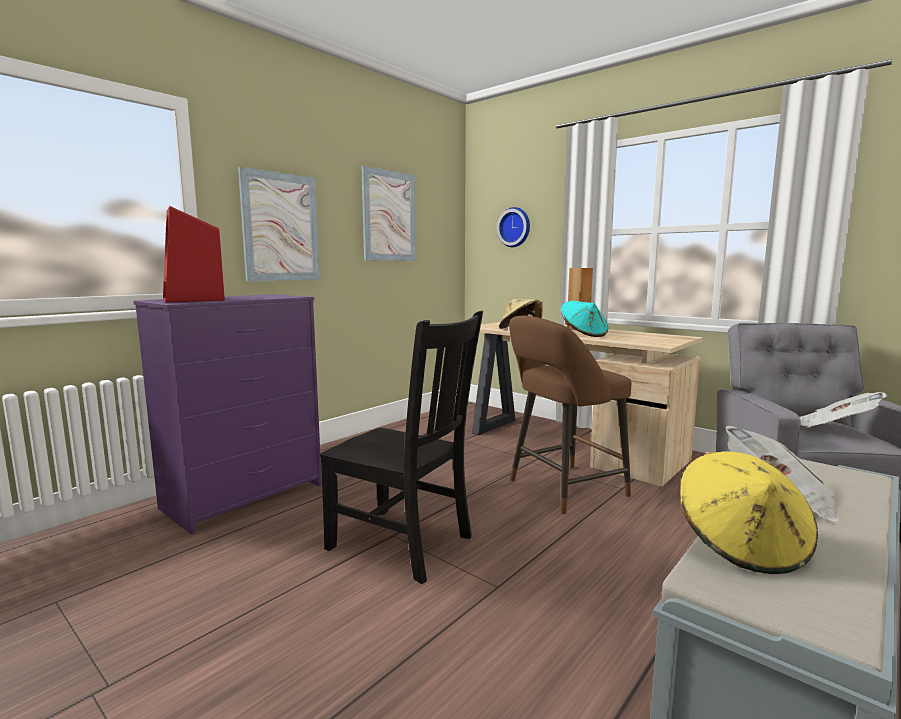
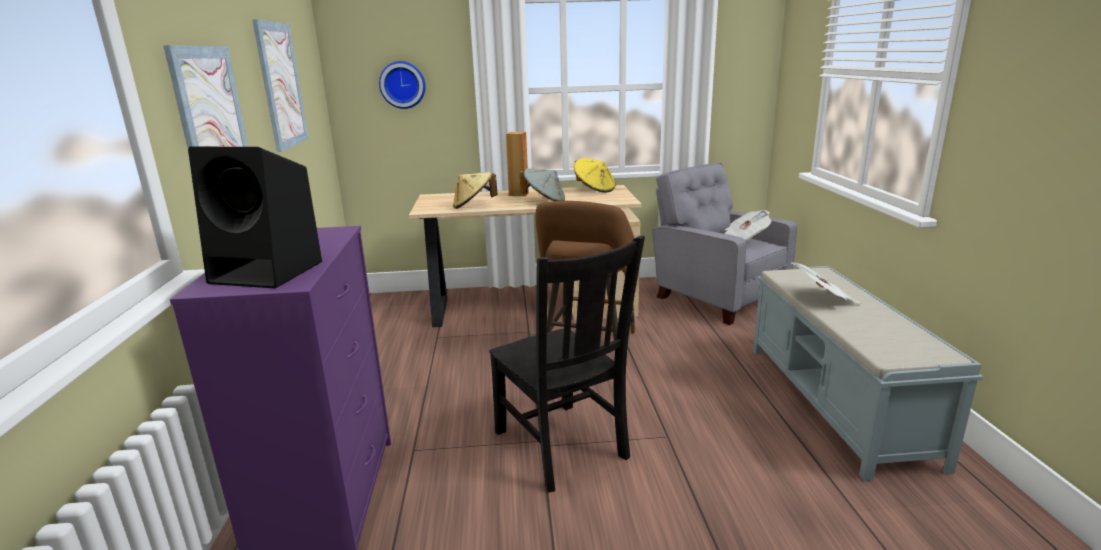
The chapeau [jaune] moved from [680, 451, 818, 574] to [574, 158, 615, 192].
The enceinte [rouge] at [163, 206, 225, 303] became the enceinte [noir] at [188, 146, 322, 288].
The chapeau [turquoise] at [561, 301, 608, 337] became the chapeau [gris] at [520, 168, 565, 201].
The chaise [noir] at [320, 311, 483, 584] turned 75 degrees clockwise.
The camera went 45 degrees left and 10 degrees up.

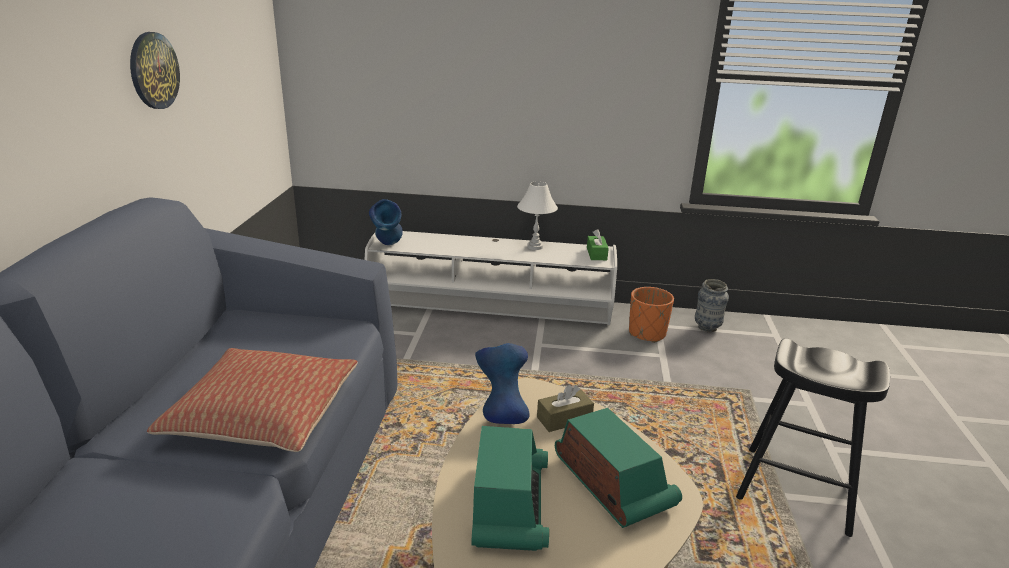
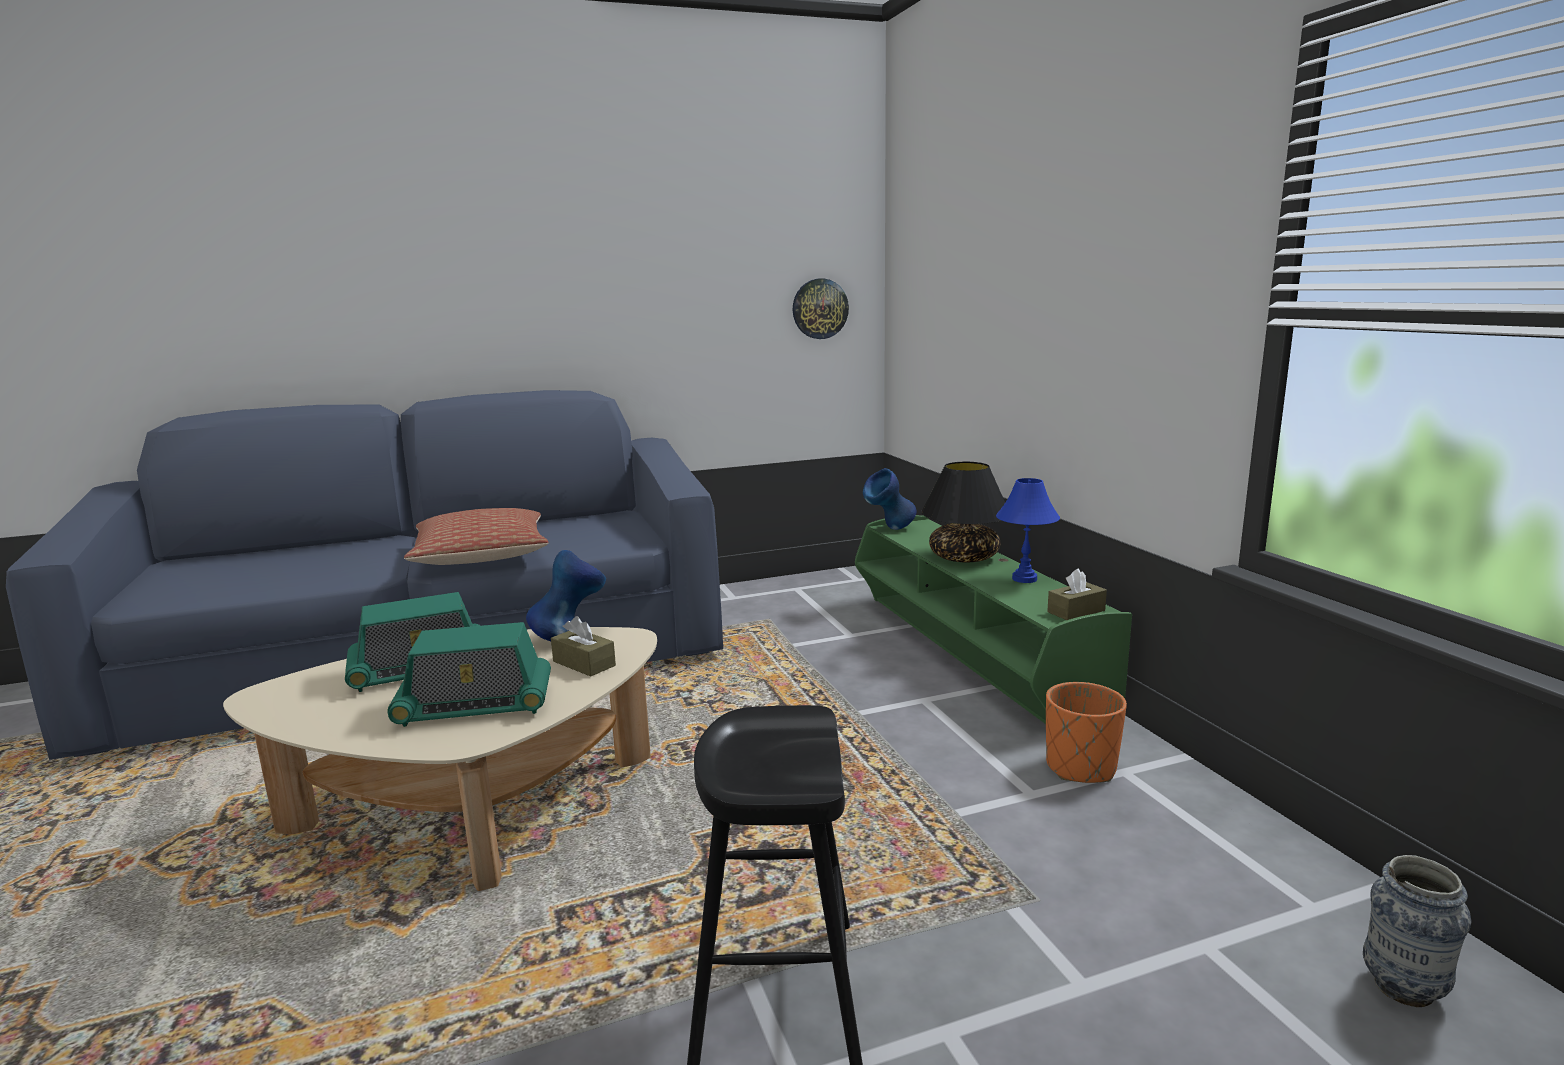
The lampe de table [noir] at [921, 462, 1005, 562] appeared.
The horloge murale moved from [130, 32, 180, 109] to [793, 278, 849, 339].
The vase moved from [695, 279, 729, 332] to [1363, 855, 1472, 1007].
The meuble télé [blanc] at [365, 231, 617, 325] became the meuble télé [vert] at [855, 515, 1132, 724].
The lampe de table [blanc] at [517, 181, 558, 250] became the lampe de table [bleu] at [996, 478, 1060, 583].
The boîte à mouchoirs [vert] at [587, 229, 609, 260] became the boîte à mouchoirs [marron] at [1047, 569, 1107, 620].
The radio at [555, 408, 682, 528] turned 45 degrees clockwise.
The camera went 65 degrees right and 10 degrees down.

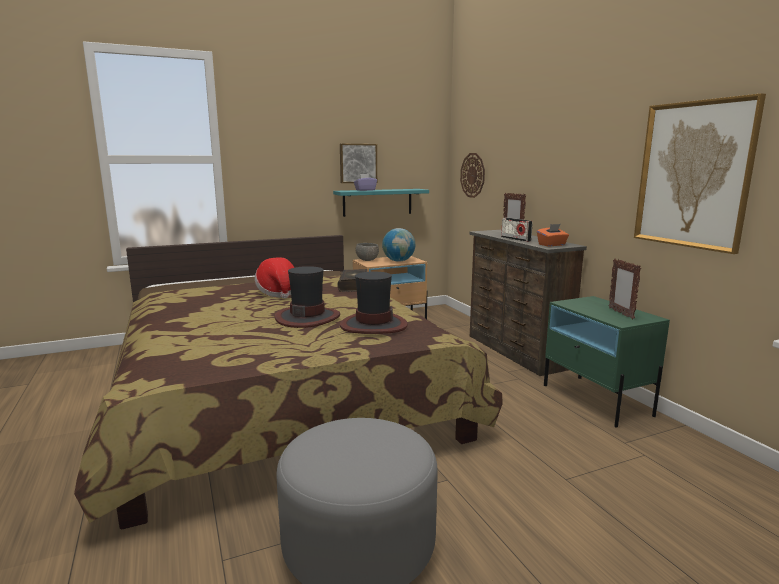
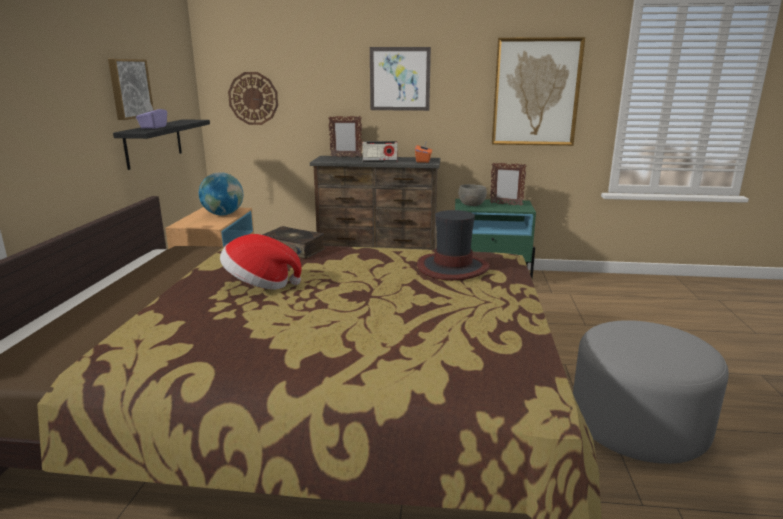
The chapeau at [275, 266, 340, 328] disappeared.
The tableau at [370, 47, 431, 111] appeared.
The bol [gris] moved from [355, 243, 379, 261] to [458, 184, 487, 206].
The étagère [turquoise] at [333, 189, 429, 217] became the étagère [noir] at [113, 120, 210, 170].
The camera went 60 degrees left and 5 degrees up.

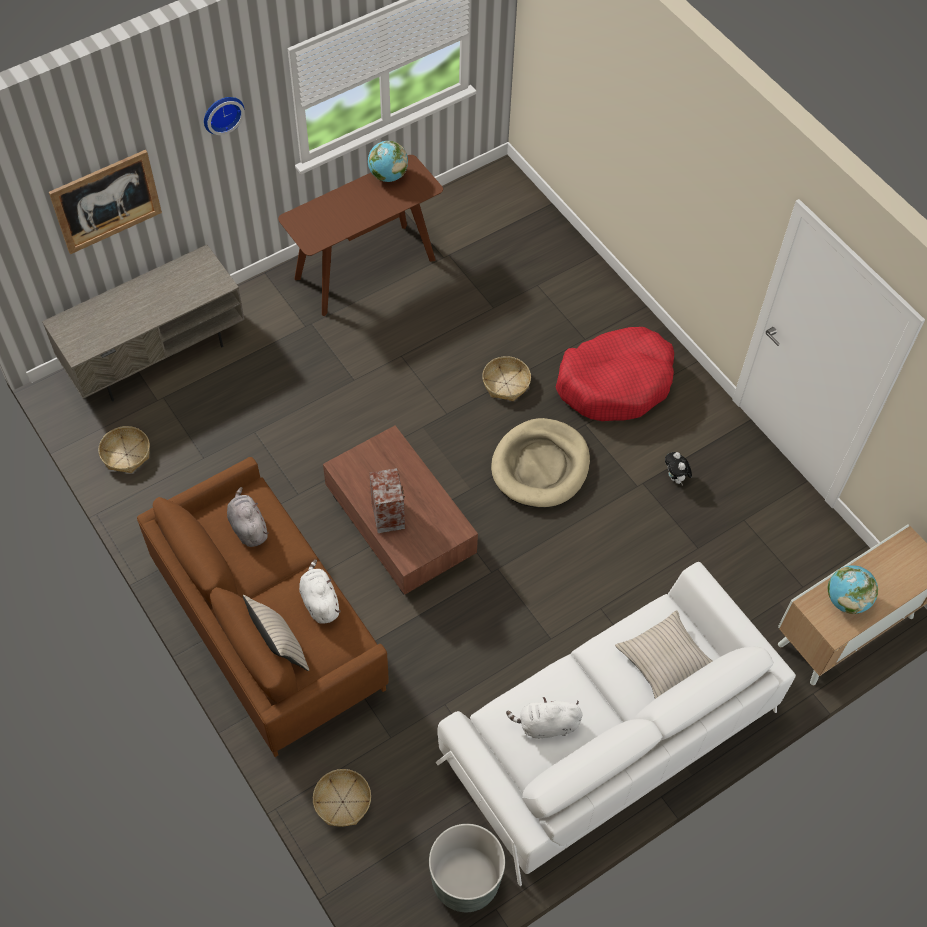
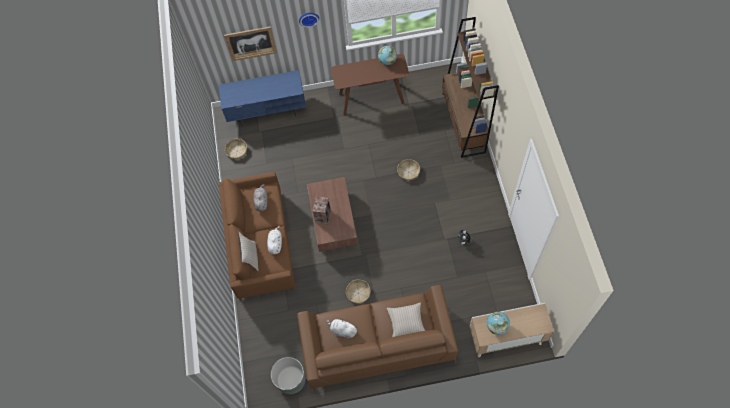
The panier pour chien [beige] at [491, 418, 590, 508] disappeared.
The panier pour chien [rouge] at [556, 327, 674, 421] disappeared.
The bibliothèque [marron] at [442, 17, 499, 158] appeared.
The panier moved from [313, 769, 371, 827] to [346, 279, 371, 304].
The meuble télé [gris] at [42, 245, 245, 401] became the meuble télé [bleu] at [219, 70, 306, 126].
The canapé [blanc] at [436, 562, 796, 886] became the canapé [marron] at [297, 285, 458, 392].
The camera went 30 degrees right and 5 degrees up.

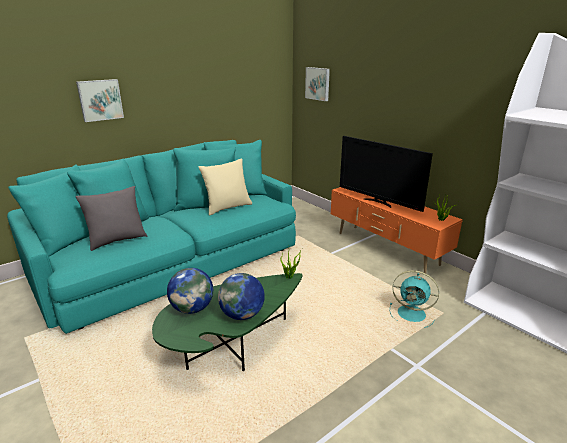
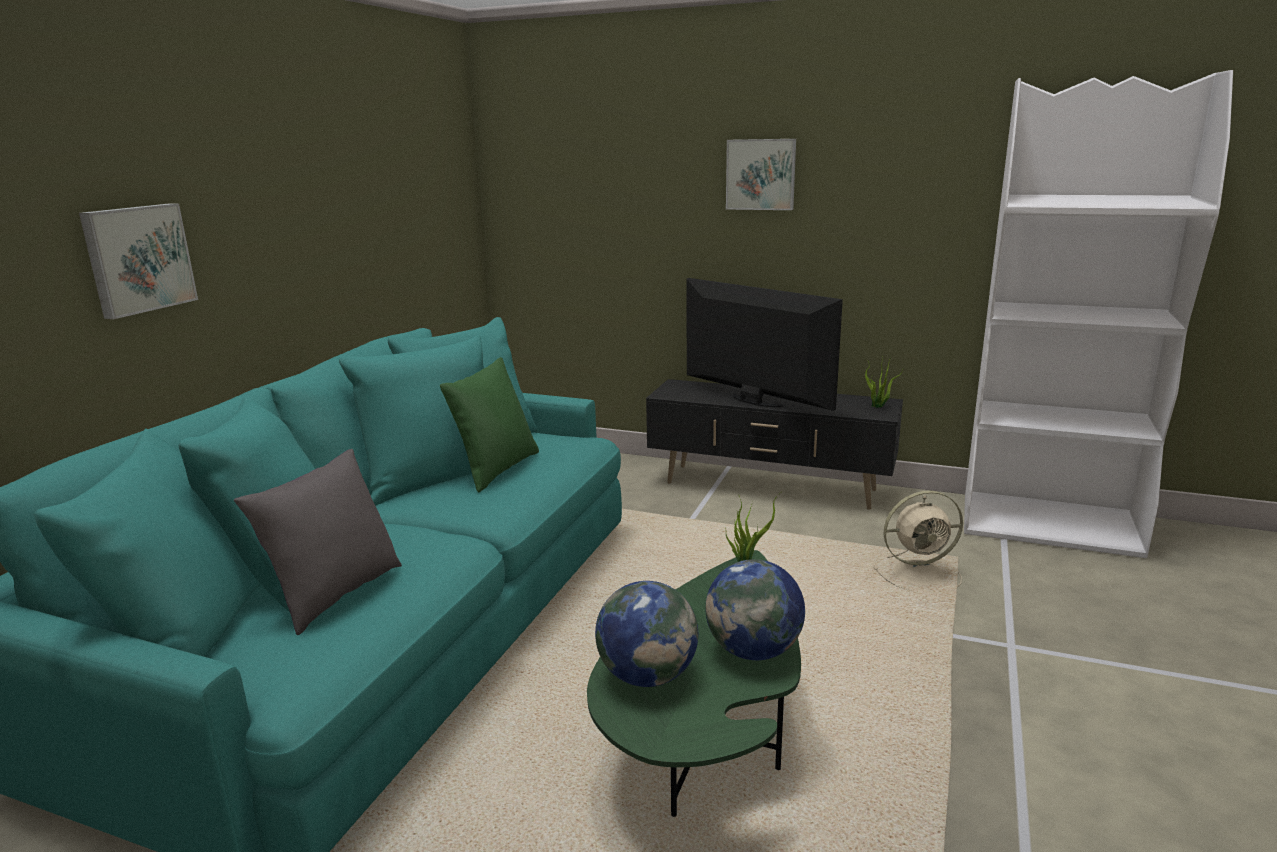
The tableau moved from [305, 67, 330, 101] to [726, 139, 796, 210].
The coussin [beige] at [199, 158, 252, 216] became the coussin [vert] at [440, 357, 539, 492].
The meuble télé [orange] at [331, 187, 463, 274] became the meuble télé [noir] at [646, 379, 903, 510].
The ventilateur [turquoise] at [390, 270, 439, 328] became the ventilateur [beige] at [873, 491, 963, 591].
The téléviseur at [340, 136, 433, 212] turned 150 degrees counterclockwise.
The camera went 30 degrees left and 5 degrees down.

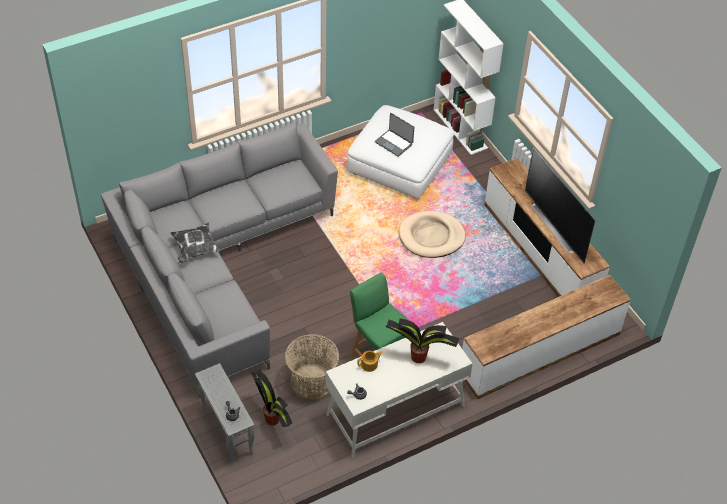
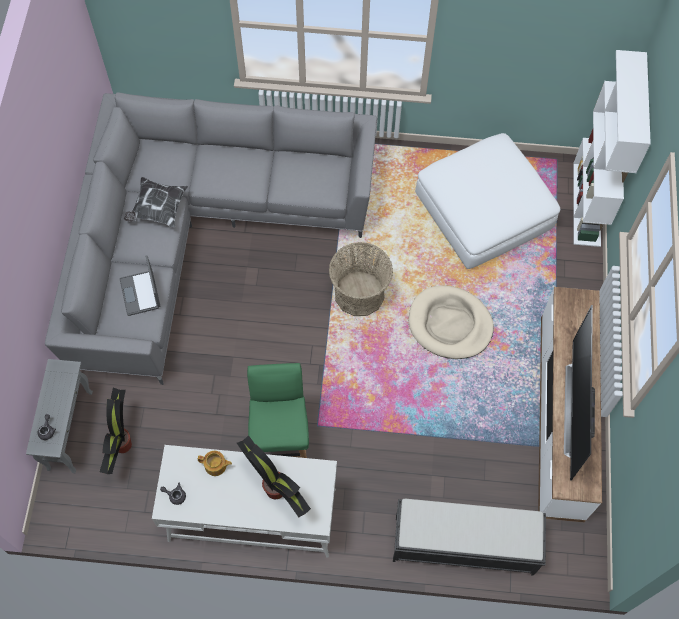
The panier moved from [285, 334, 339, 401] to [329, 242, 393, 316].
The ordinateur portable moved from [375, 113, 414, 157] to [120, 255, 160, 316].
The meuble télé at [462, 275, 631, 400] was replaced by the banc [noir] at [393, 499, 546, 576].
The camera went 35 degrees right and 15 degrees up.

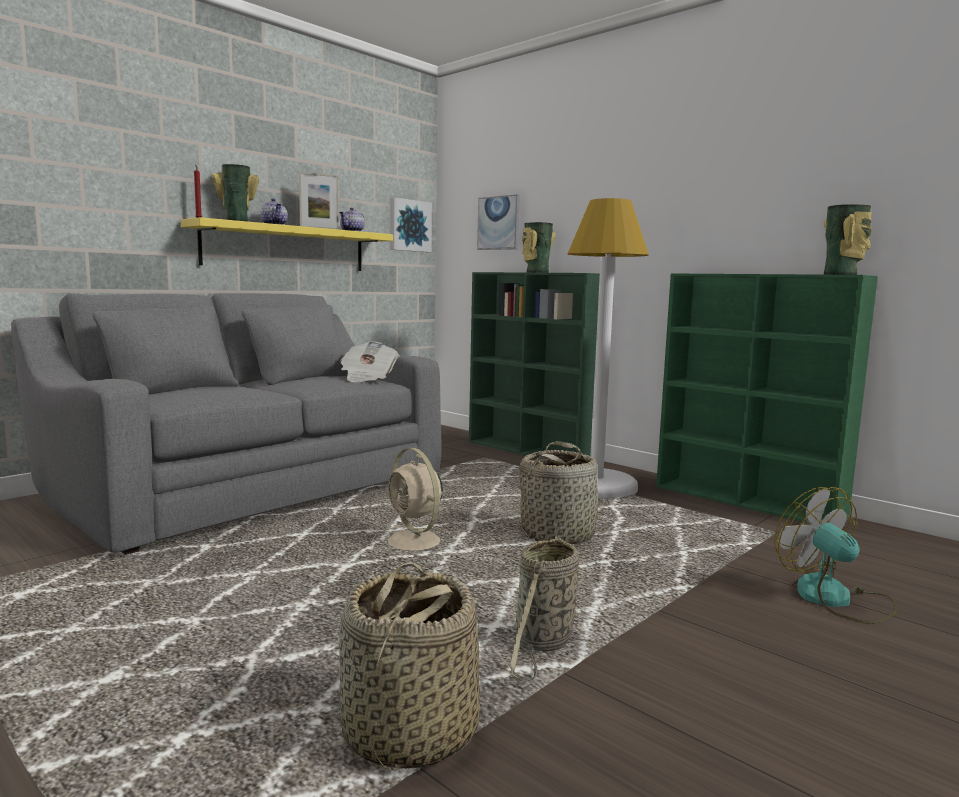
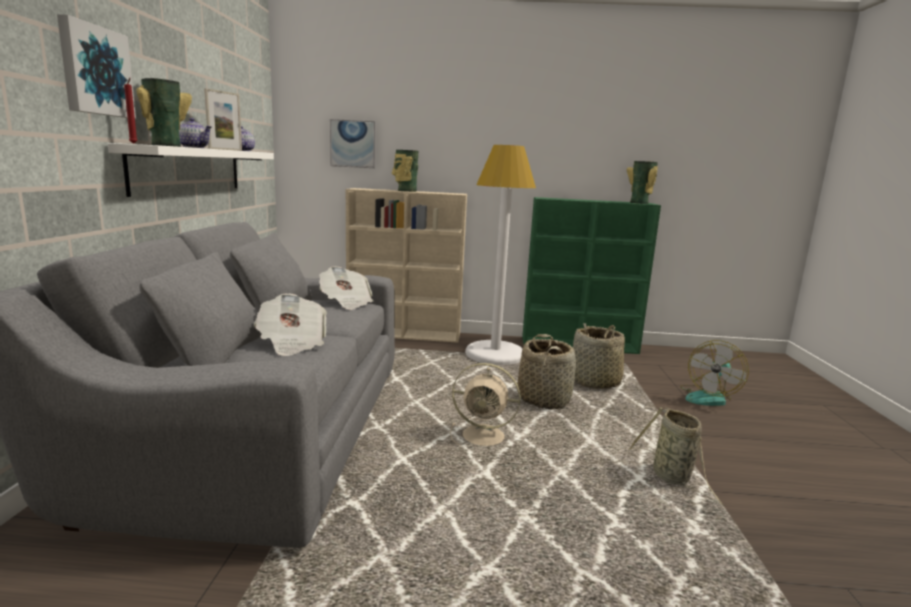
The journal at [254, 294, 327, 356] appeared.
The panier moved from [339, 562, 480, 770] to [573, 323, 625, 389].
The tableau moved from [390, 197, 432, 252] to [57, 14, 136, 119].
The étagère [jaune] at [180, 217, 393, 271] became the étagère [blanc] at [108, 143, 274, 197].
The bibliothèque [vert] at [469, 272, 600, 464] became the bibliothèque [beige] at [346, 188, 467, 343].
The ventilateur at [774, 487, 898, 624] turned 75 degrees counterclockwise.
The camera went 40 degrees left and 5 degrees up.

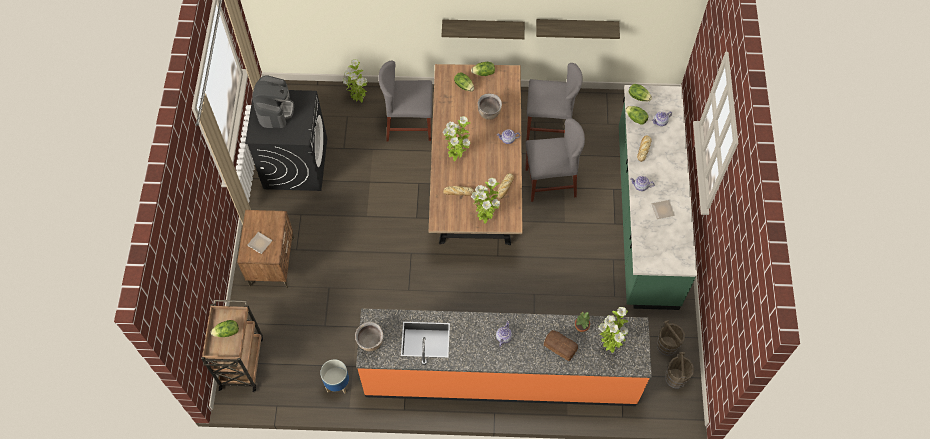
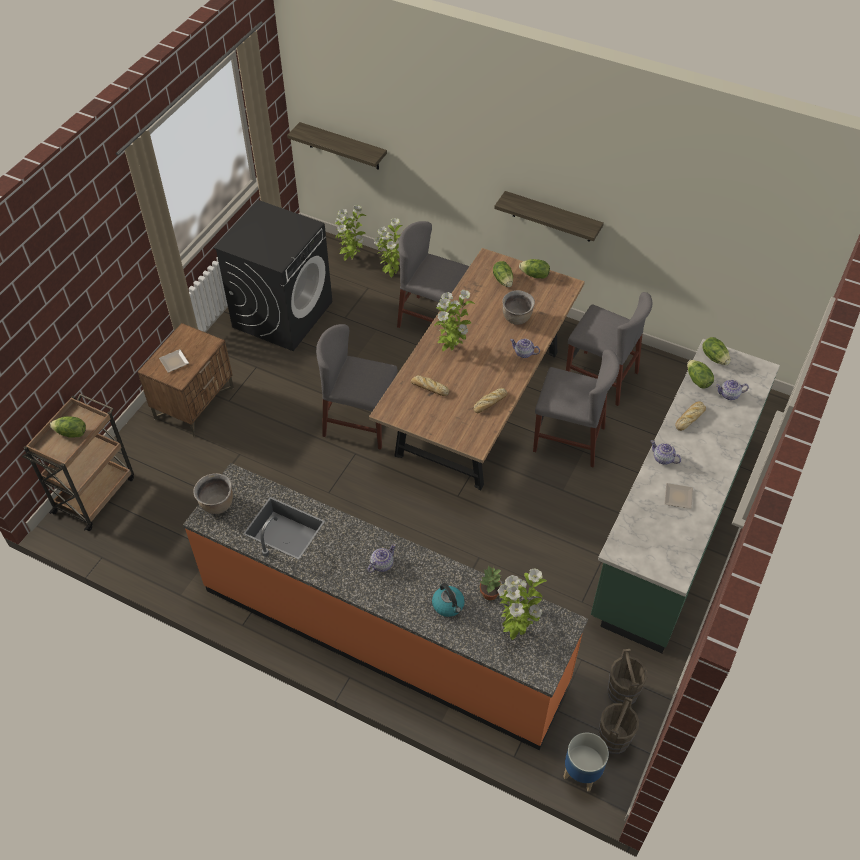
The machine à café at [253, 75, 294, 128] disappeared.
The chaise [gris] at [316, 324, 398, 450] appeared.
The cache-pot moved from [320, 359, 349, 394] to [563, 733, 609, 791].
The plante en pot moved from [471, 178, 500, 224] to [335, 205, 366, 261].
The étagère moved from [536, 19, 620, 39] to [287, 122, 387, 170].
The pain at [544, 330, 578, 361] was replaced by the bouilloire at [432, 583, 465, 617].
The camera went 25 degrees right and 10 degrees down.

